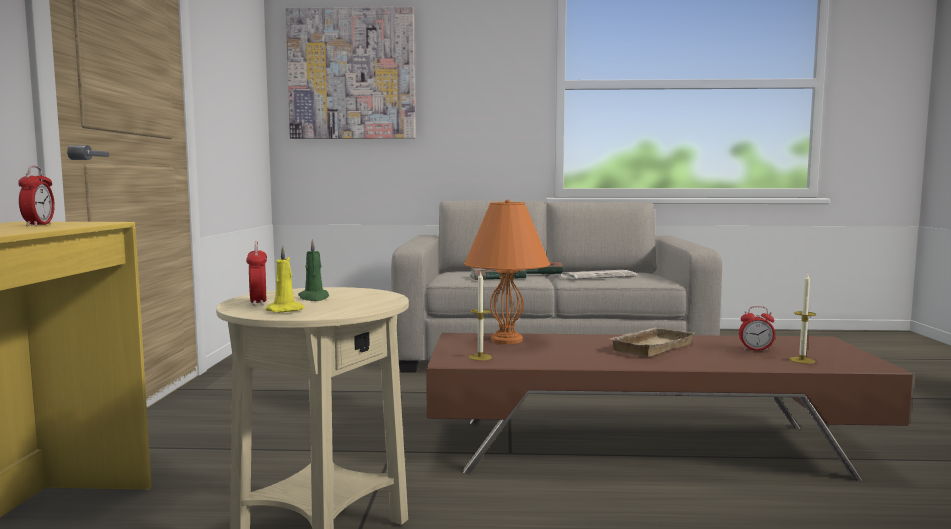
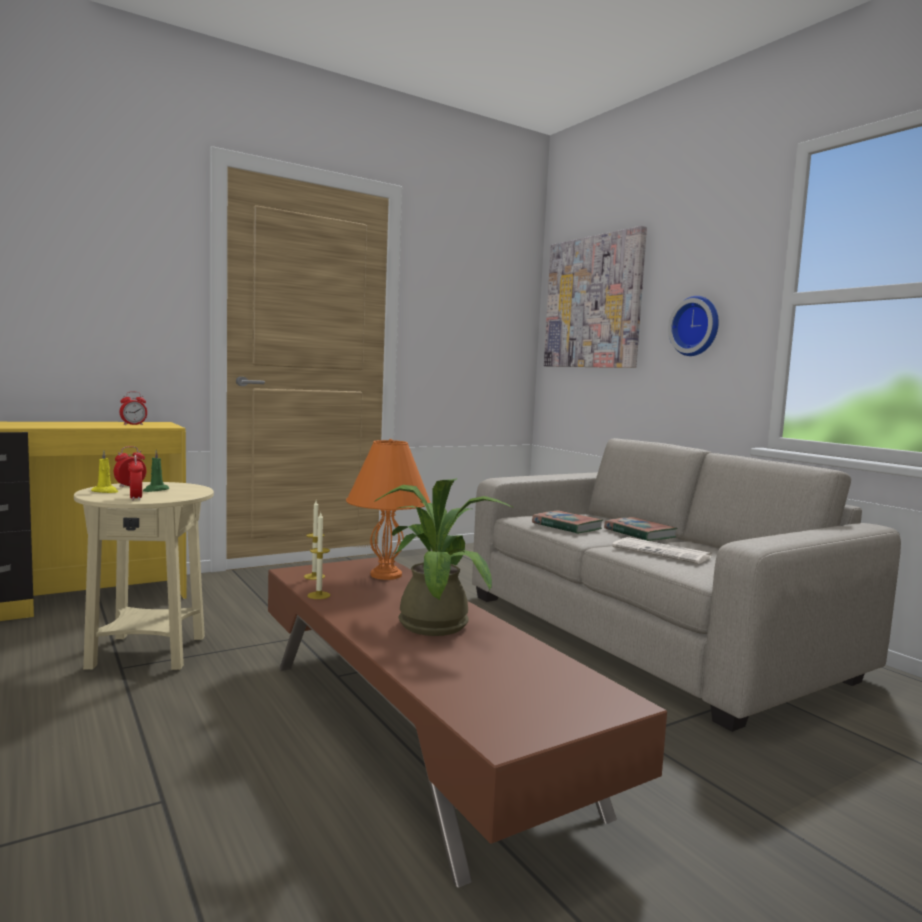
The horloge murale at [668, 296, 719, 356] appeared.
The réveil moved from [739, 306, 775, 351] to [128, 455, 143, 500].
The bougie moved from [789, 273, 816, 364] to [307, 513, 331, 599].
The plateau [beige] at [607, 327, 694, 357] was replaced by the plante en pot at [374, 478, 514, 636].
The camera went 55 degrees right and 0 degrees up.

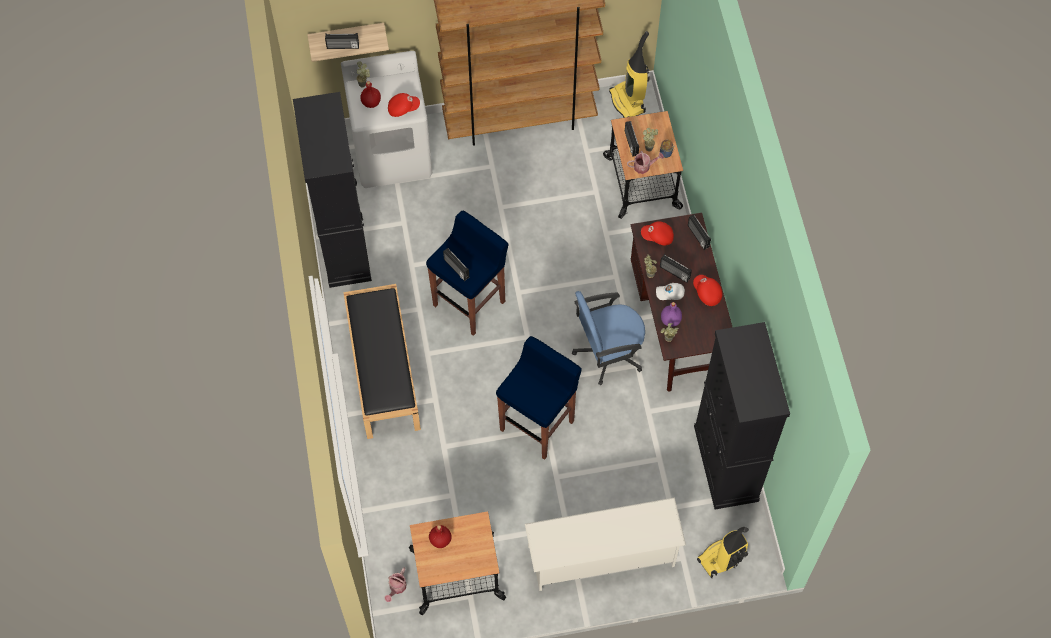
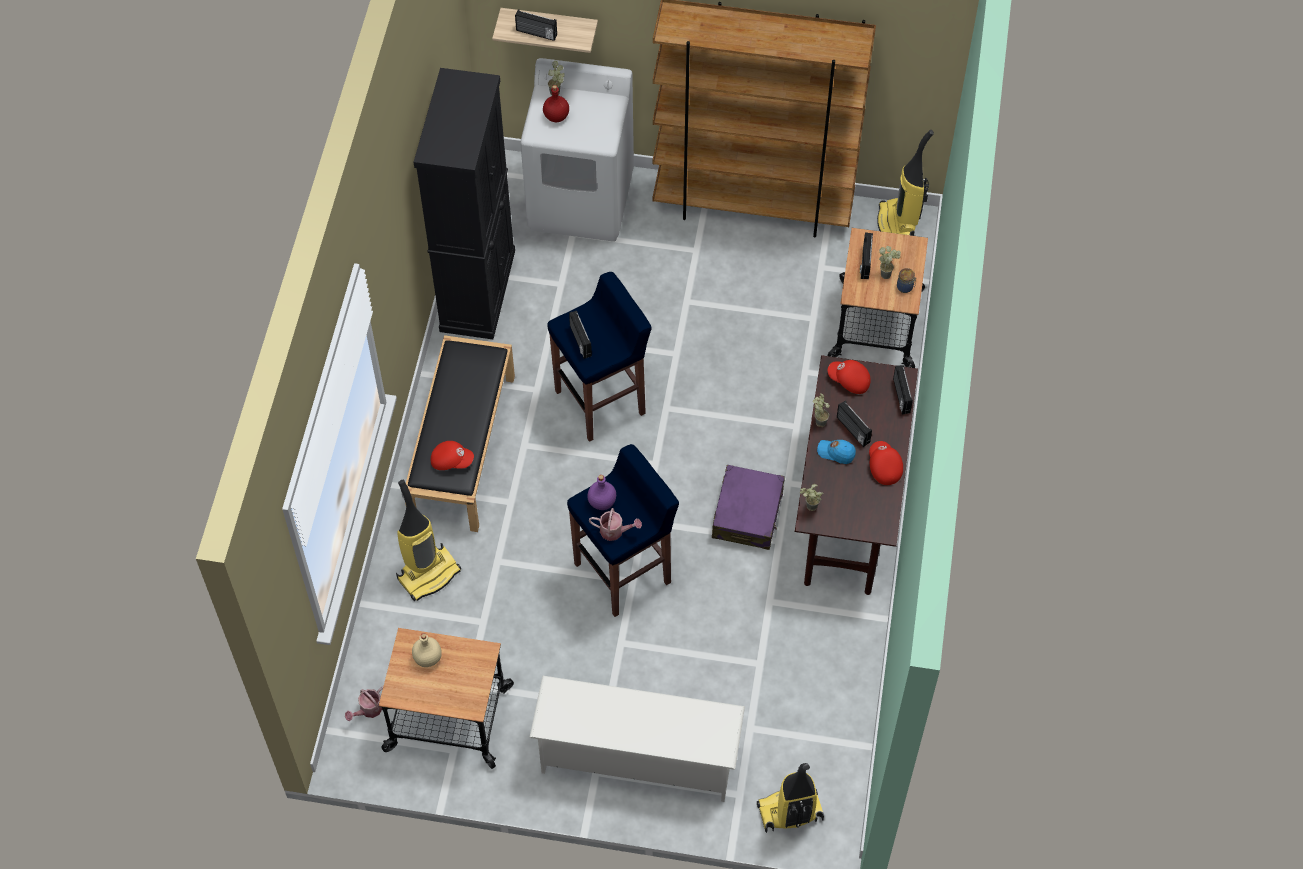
The meuble de rangement [noir] at [694, 322, 790, 509] disappeared.
The aspirateur at [396, 480, 461, 601] appeared.
The casquette [rouge] moved from [388, 93, 420, 117] to [431, 441, 474, 470].
The arrosoir moved from [627, 151, 664, 174] to [589, 508, 642, 541].
The bouteille [violet] moved from [661, 302, 682, 327] to [587, 475, 616, 510].
The chaise de bureau [bleu] at [572, 291, 645, 385] was replaced by the valise [violet] at [712, 465, 785, 550].
The bouteille [rouge] at [429, 525, 452, 548] became the bouteille [beige] at [412, 633, 442, 667].
The casquette [blanc] at [656, 283, 685, 300] became the casquette [bleu] at [817, 440, 856, 464].
The camera went 20 degrees right and 5 degrees down.

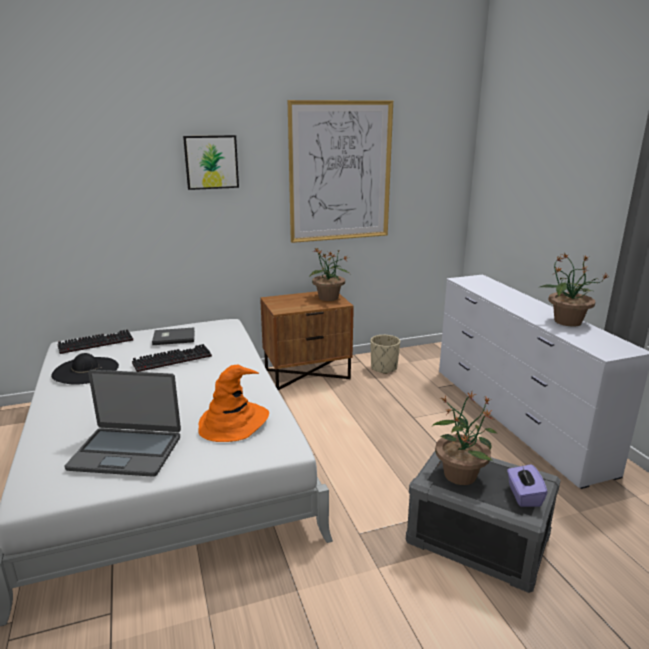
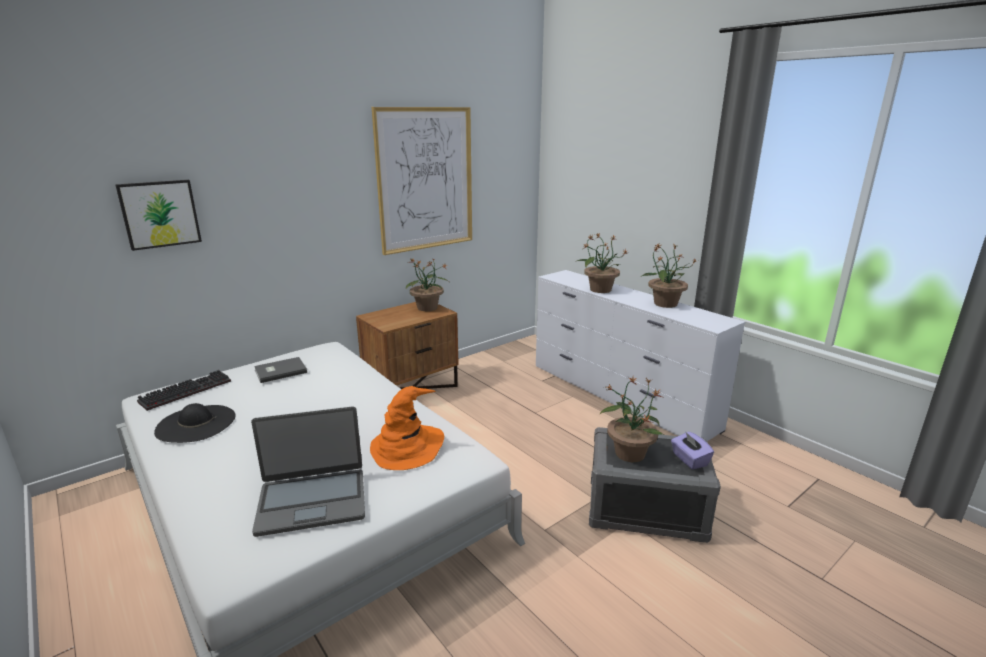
The clavier at [132, 344, 212, 372] disappeared.
The cache-pot [beige] at [370, 335, 400, 374] disappeared.
The plante en pot at [577, 233, 628, 293] appeared.
The tableau moved from [183, 135, 239, 190] to [115, 180, 202, 251].
The camera went 20 degrees left and 0 degrees up.

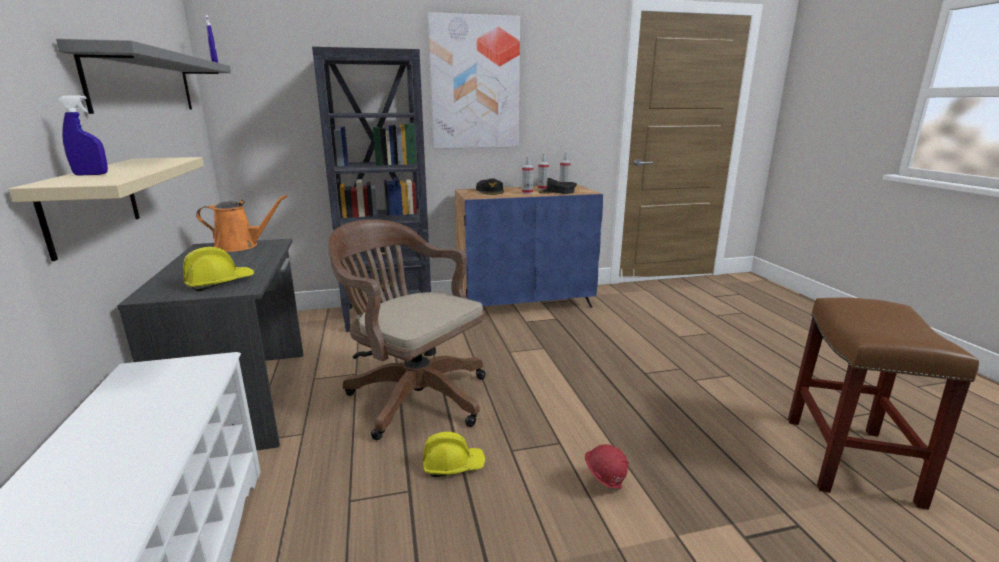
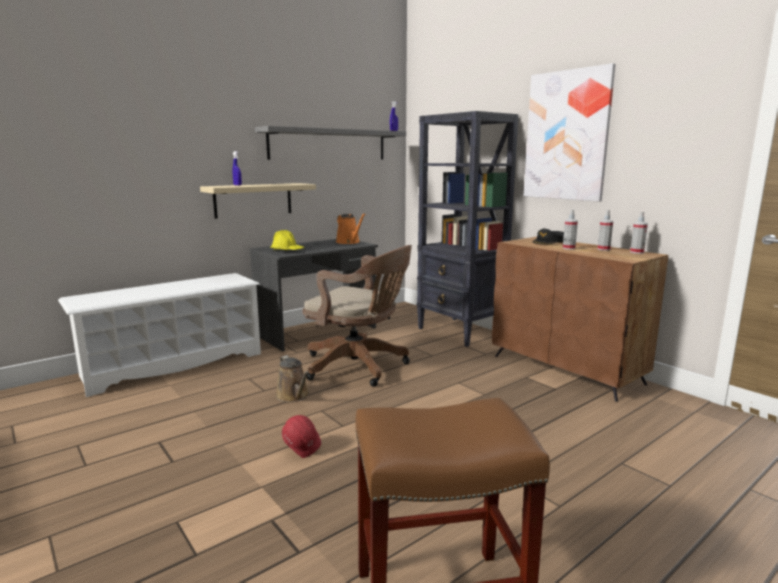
The casquette [noir] at [539, 178, 577, 194] disappeared.
The casque de chantier [jaune] at [423, 432, 485, 477] was replaced by the arrosoir [marron] at [276, 355, 309, 402].
The meuble de rangement [bleu] at [455, 185, 603, 308] became the meuble de rangement [marron] at [492, 237, 668, 402].
The chaise de bureau [marron] at [328, 219, 486, 440] turned 105 degrees clockwise.
The camera went 65 degrees right and 5 degrees down.

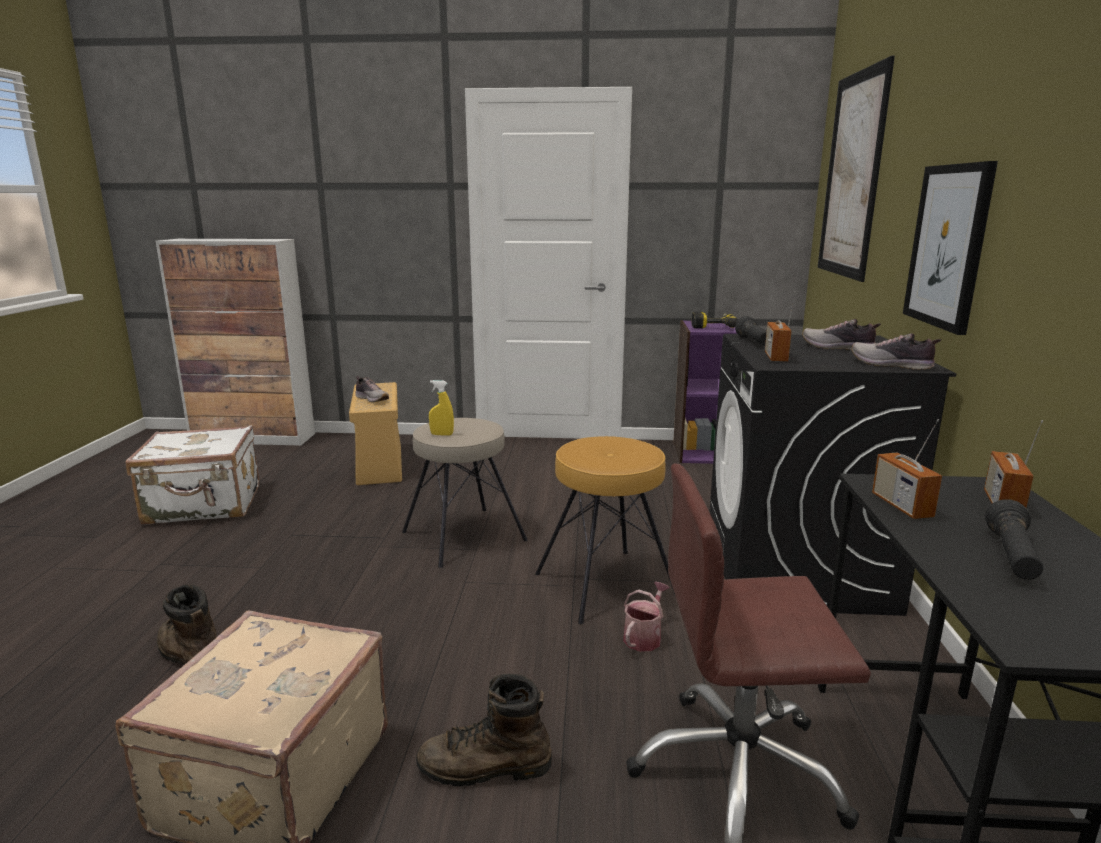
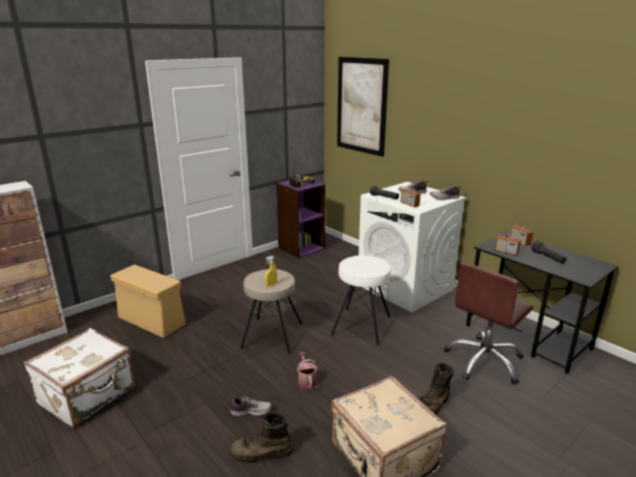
The tableau at [903, 161, 998, 335] disappeared.
The chaussure moved from [355, 376, 389, 402] to [228, 396, 272, 416].
The arrosoir moved from [623, 582, 670, 652] to [297, 352, 318, 389].
The tabouret [marron] at [535, 436, 675, 624] became the tabouret [blanc] at [331, 255, 391, 345].
The lave-linge [noir] at [710, 334, 956, 616] became the lave-linge [blanc] at [359, 182, 466, 312].
The camera went 45 degrees left and 5 degrees up.

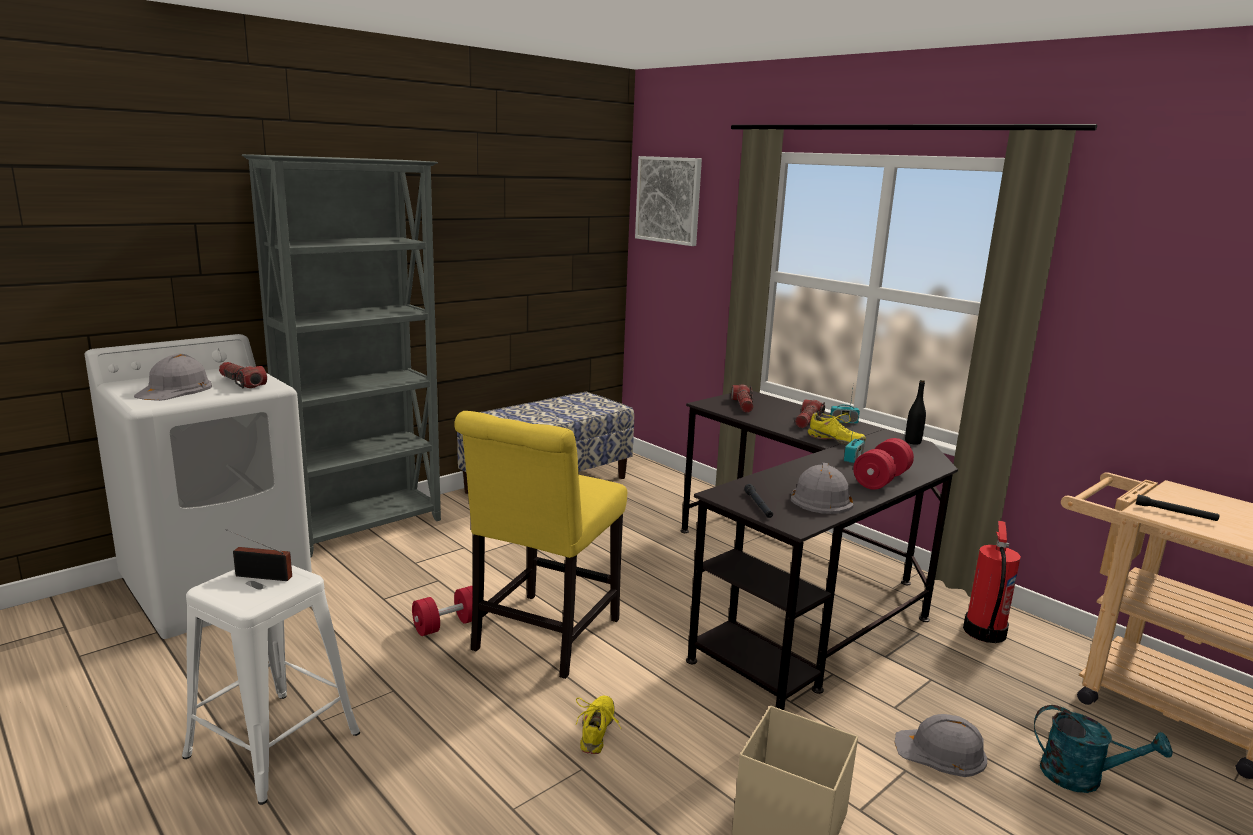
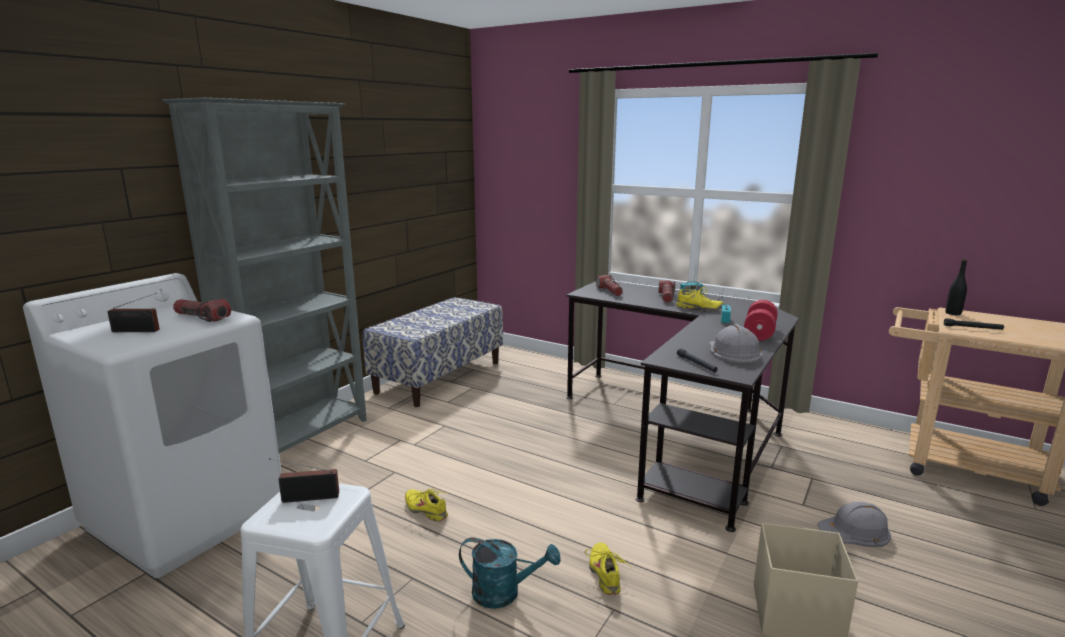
The chaise [jaune] at [454, 411, 627, 679] disappeared.
The tableau at [635, 156, 702, 246] disappeared.
The extincteur at [963, 521, 1021, 643] disappeared.
The bouteille [noir] moved from [905, 380, 926, 445] to [946, 259, 967, 315].
The arrosoir [turquoise] moved from [1034, 705, 1173, 793] to [459, 537, 560, 609].
The casque de chantier [gris] at [134, 354, 212, 401] was replaced by the radio at [107, 293, 160, 332].
The haltère [rouge] at [412, 586, 473, 636] was replaced by the chaussure [jaune] at [405, 489, 448, 522].
The camera went 15 degrees left and 0 degrees up.

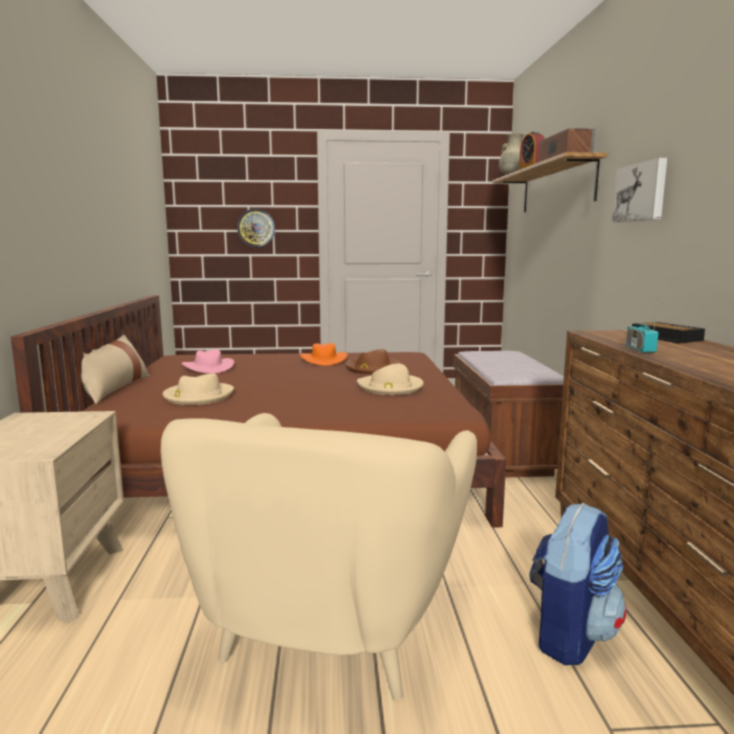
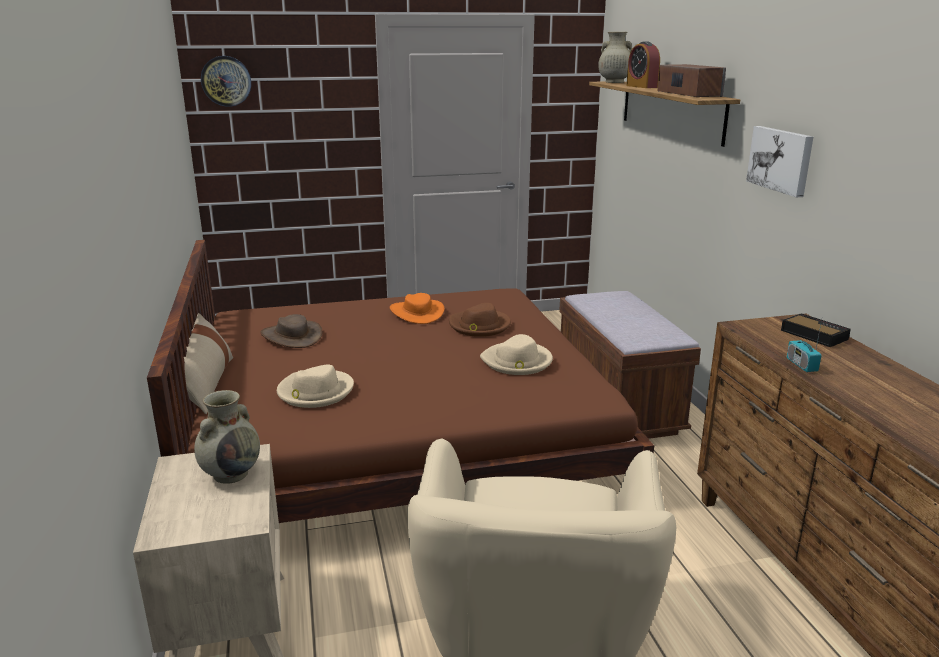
The sac à dos at [529, 503, 626, 665] disappeared.
The vase [beige] at [194, 390, 260, 484] appeared.
The horloge murale moved from [237, 209, 275, 247] to [201, 56, 251, 107].
The chapeau [rose] at [182, 349, 234, 374] became the chapeau [marron] at [260, 314, 322, 348].
The camera went 10 degrees left and 10 degrees up.

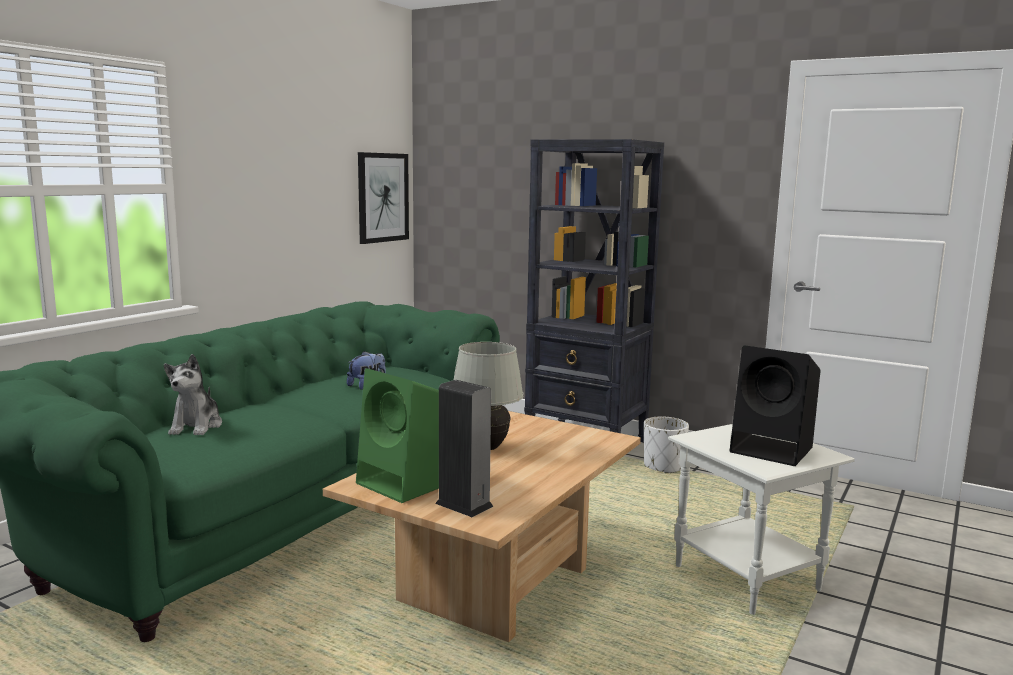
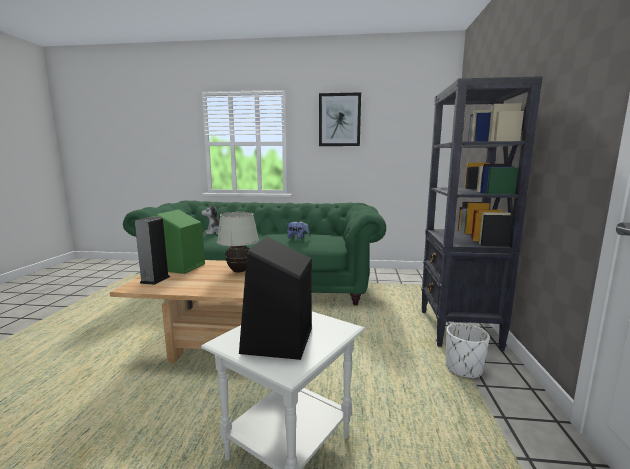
The tableau moved from [358, 152, 409, 244] to [319, 92, 361, 146].
The camera went 65 degrees right and 0 degrees up.

